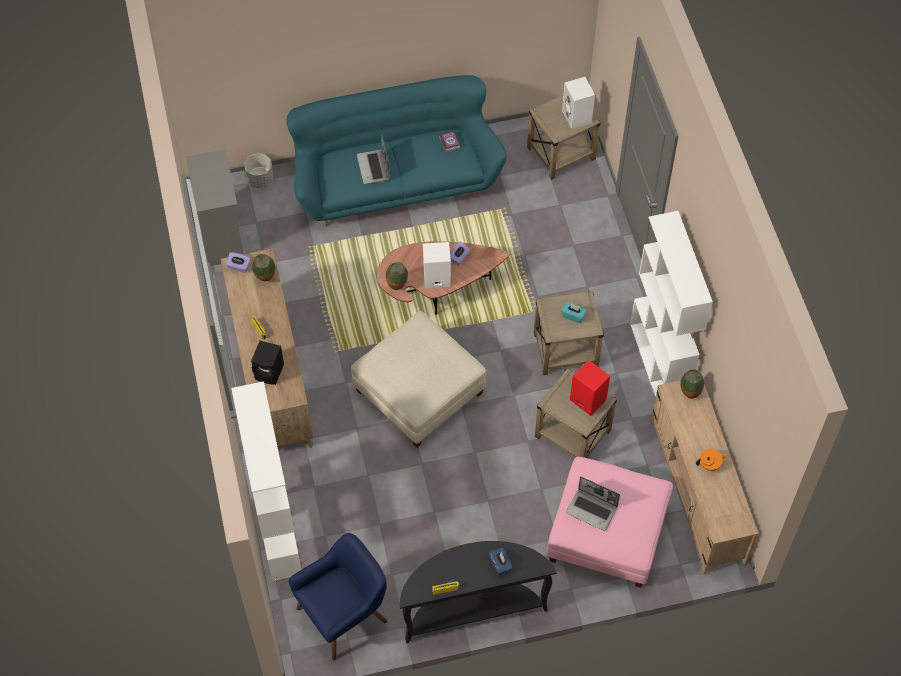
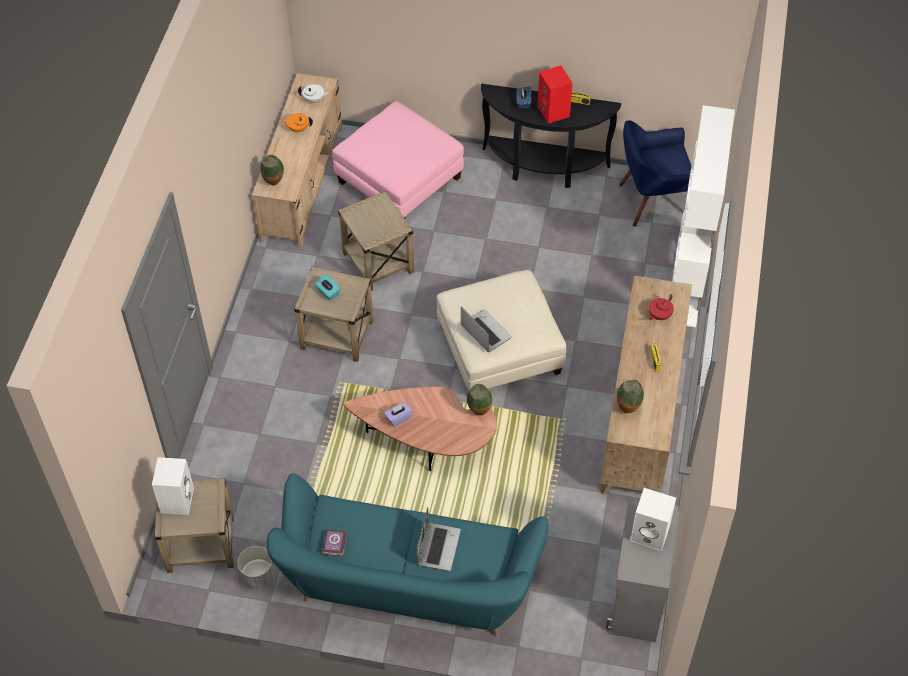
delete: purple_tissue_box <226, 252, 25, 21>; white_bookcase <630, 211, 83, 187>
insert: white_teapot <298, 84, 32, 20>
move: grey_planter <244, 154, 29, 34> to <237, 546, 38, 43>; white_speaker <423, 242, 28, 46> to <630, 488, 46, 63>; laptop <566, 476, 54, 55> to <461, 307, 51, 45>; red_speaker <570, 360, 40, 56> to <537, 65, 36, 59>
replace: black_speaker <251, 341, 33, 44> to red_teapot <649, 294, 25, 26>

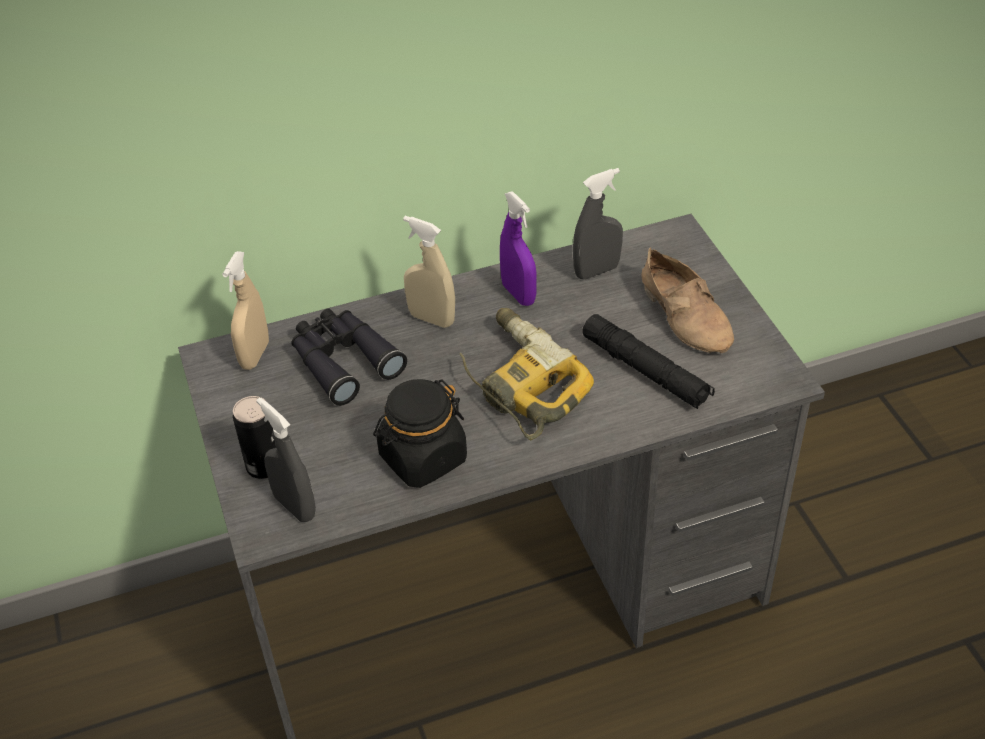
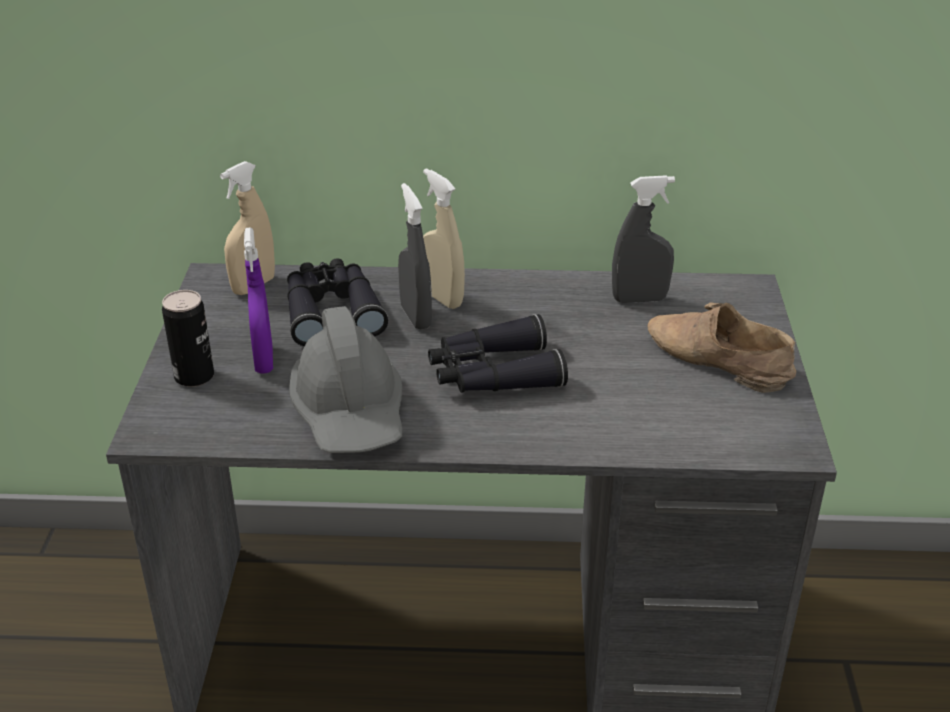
delete: black_flashlight <582, 314, 133, 95>
move: grey_spray_bottle <256, 397, 60, 125> to <398, 183, 34, 147>; purple_spray_bottle <500, 191, 37, 115> to <244, 227, 29, 147>
replace: black_jar <373, 379, 94, 109> to grey_hard_hat <289, 306, 114, 147>; power_drill <459, 308, 135, 132> to black_binoculars <428, 314, 140, 79>
rotate: beige_shoe <641, 247, 93, 106> = <648, 302, 148, 91> 135 degrees clockwise

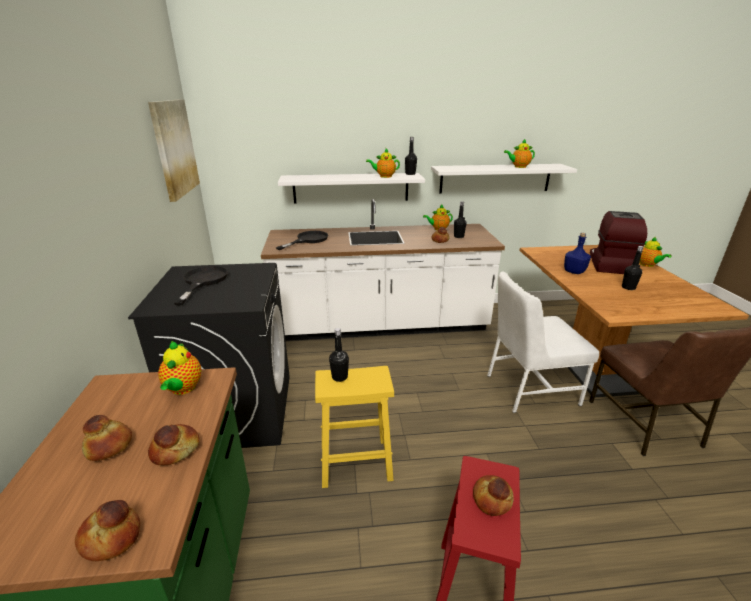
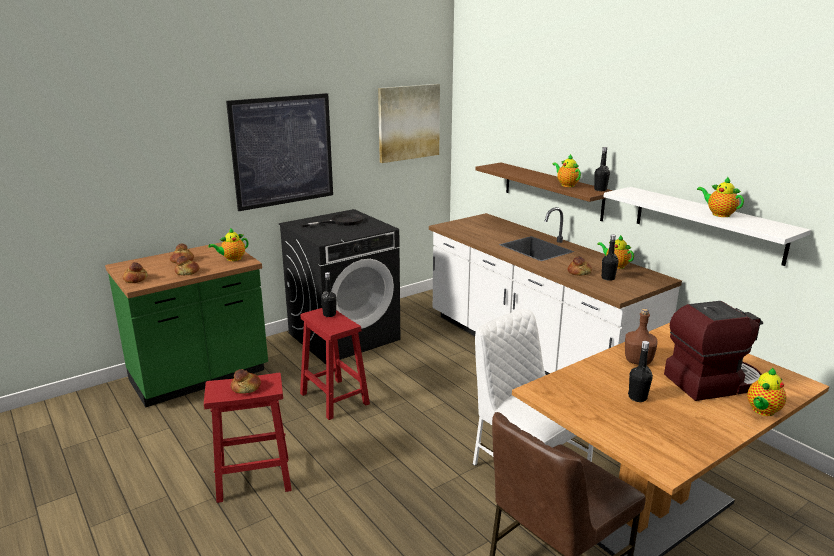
delete: black_frying_pan <276, 231, 52, 19>
insert: picture <226, 93, 107, 118>
recolor: white_shelf <278, 173, 147, 30> to brown_shelf <475, 163, 138, 58>; yellow_stool <315, 366, 79, 122> to red_stool <300, 308, 70, 112>; blue_bottle <564, 233, 27, 41> to brown_bottle <625, 309, 32, 56>

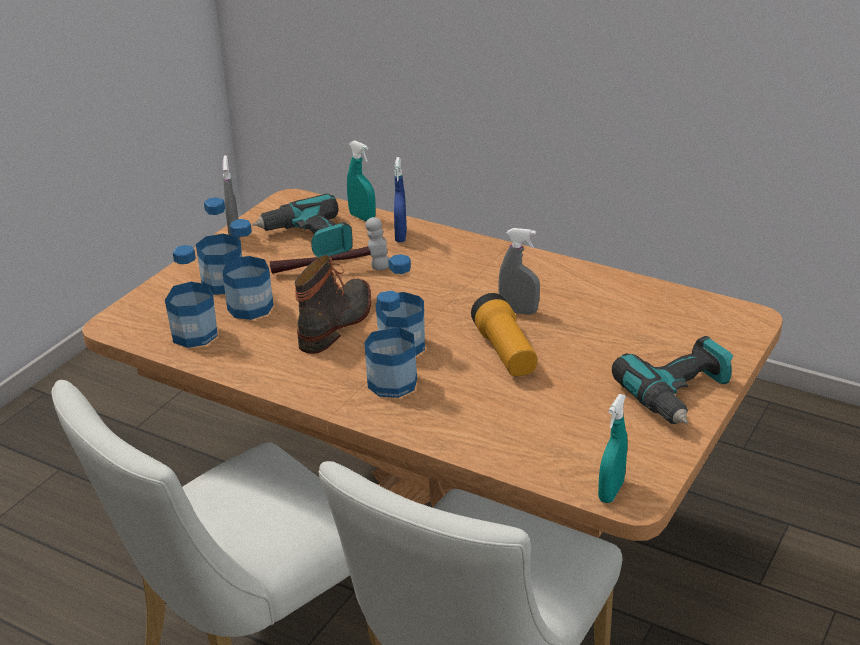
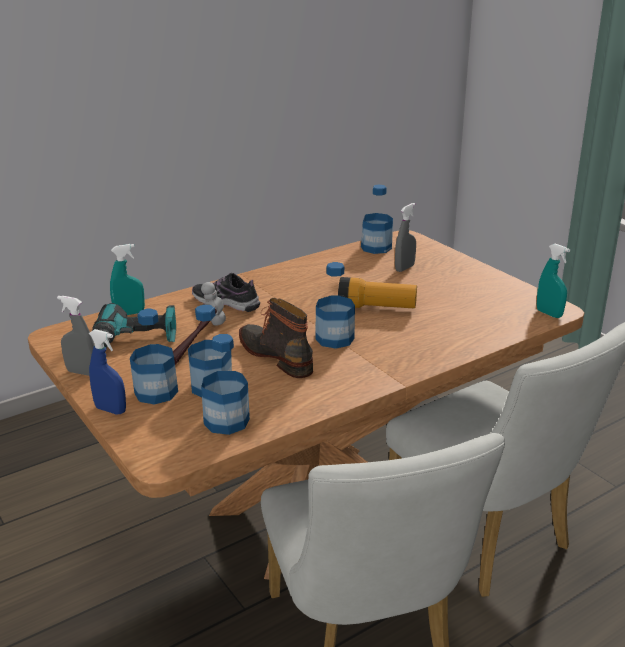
delete: power_drill <612, 336, 121, 88>
insert: shoe <192, 273, 68, 39>
move: bottle <364, 290, 53, 108> to <361, 185, 32, 69>; blue_spray_bottle <394, 157, 13, 85> to <89, 329, 37, 85>; grey_spray_bottle <498, 228, 42, 87> to <395, 203, 21, 69>

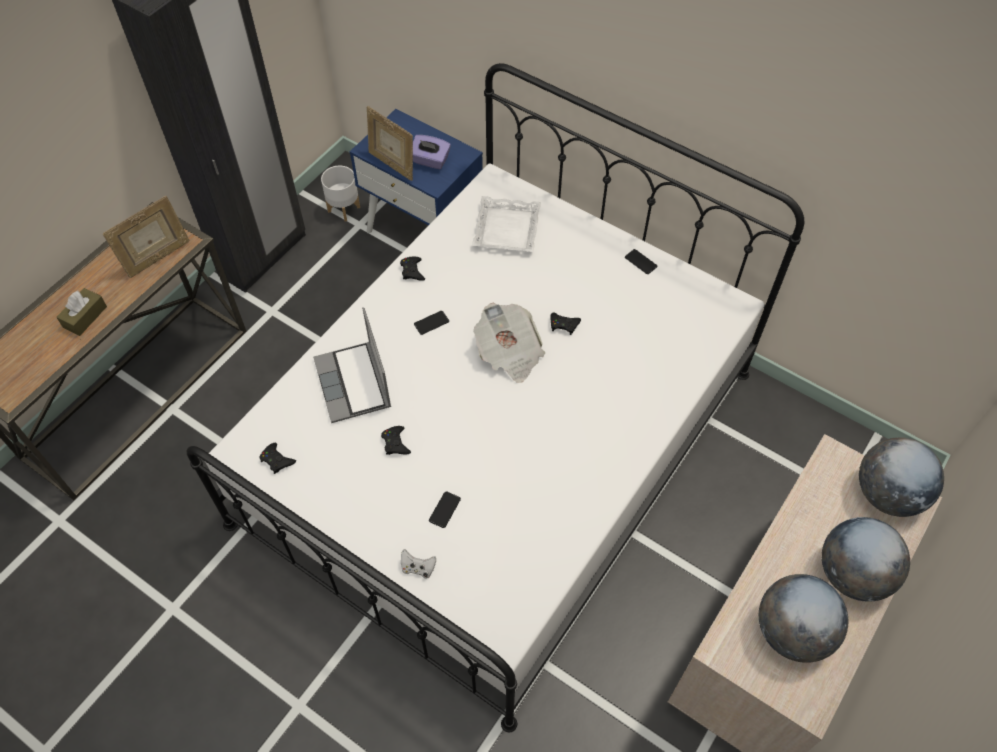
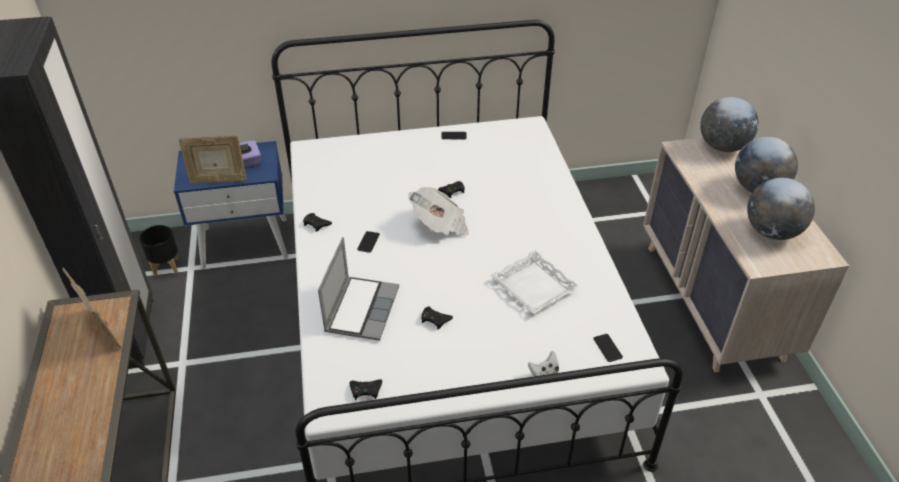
delete: brown_tissue_box <56, 288, 51, 48>
move: phone <429, 491, 32, 37> to <593, 334, 30, 28>; white_tray <472, 196, 69, 56> to <490, 250, 90, 64>
recolor: white_planter <321, 166, 39, 56> to black_planter <139, 225, 40, 51>
rotate: picture_frame <103, 196, 86, 82> = <62, 268, 60, 81> 45 degrees counterclockwise; laptop <313, 307, 78, 116> = <318, 237, 81, 104> 105 degrees counterclockwise

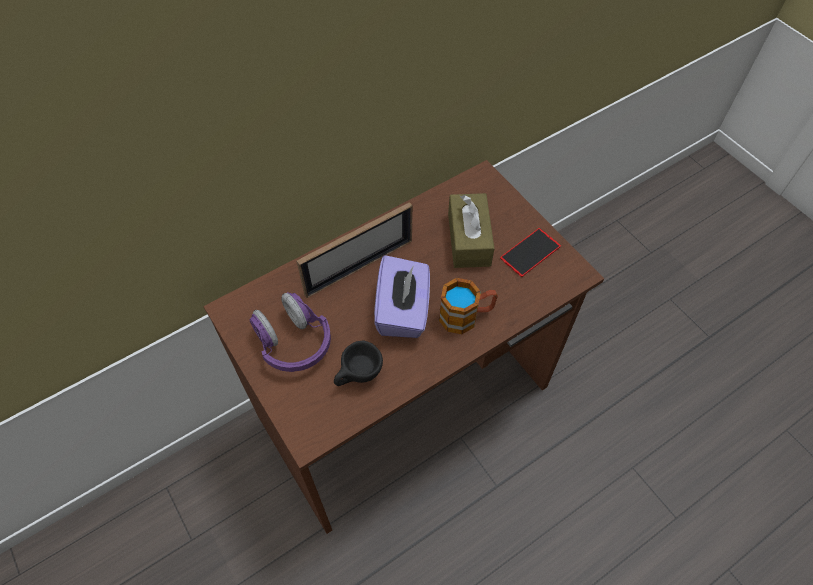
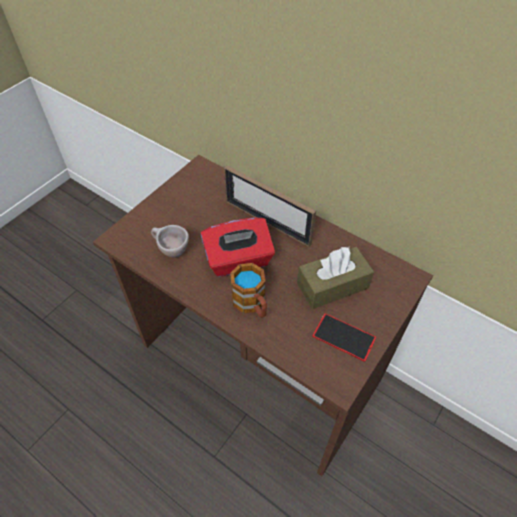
delete: purple_headphones <249, 292, 82, 80>
recolor: black_cup <334, 341, 49, 45> to beige_cup <151, 225, 38, 33>; purple_tissue_box <374, 255, 56, 83> to red_tissue_box <201, 218, 74, 59>

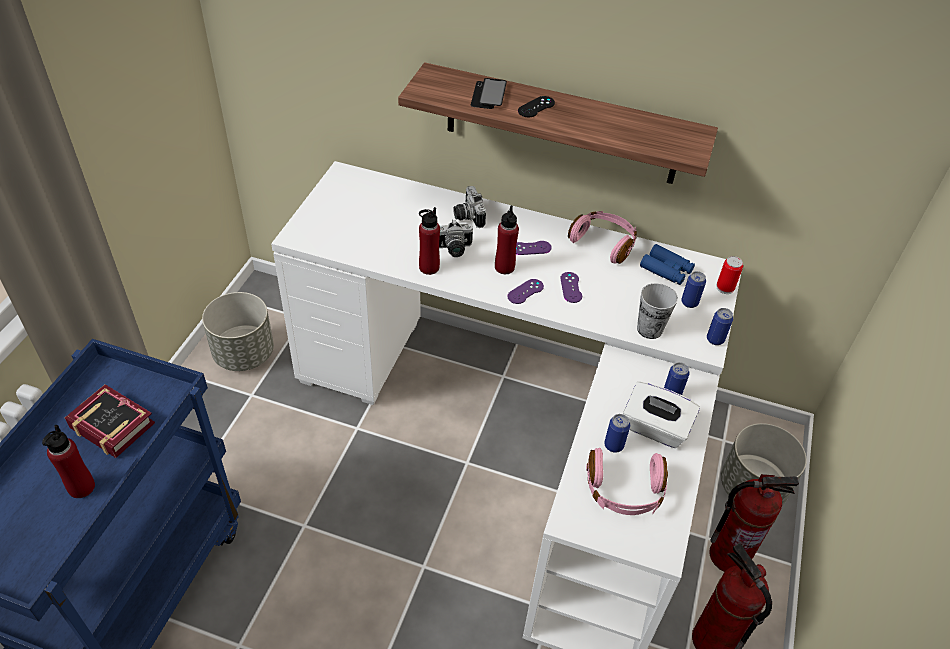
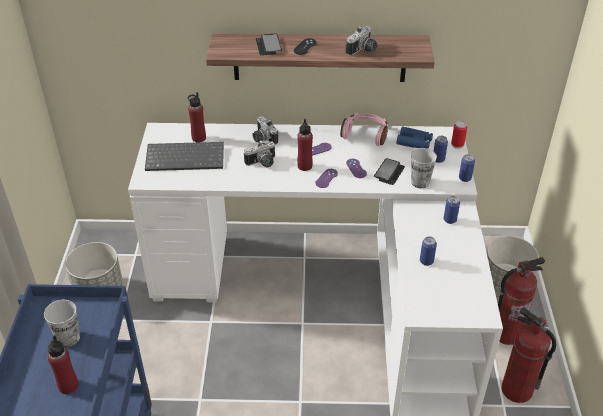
delete: pink_headphones <586, 448, 82, 67>; white_tissue_box <623, 382, 77, 66>
insert: keyboard <145, 142, 79, 29>; photo_camera <346, 26, 31, 30>; phone <374, 158, 31, 27>
move: red_bottle <419, 207, 21, 68> to <188, 92, 18, 50>
replace: book <65, 384, 90, 74> to cup <44, 299, 36, 49>

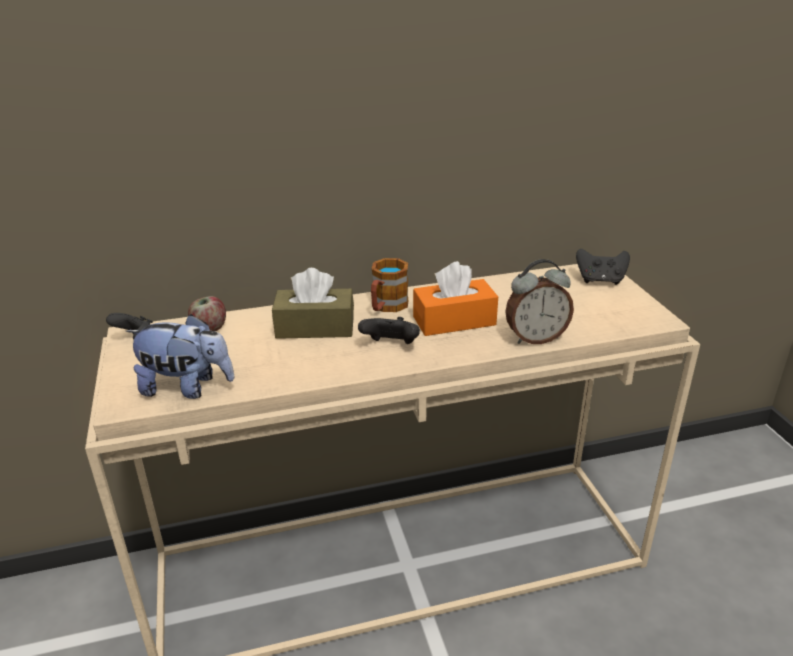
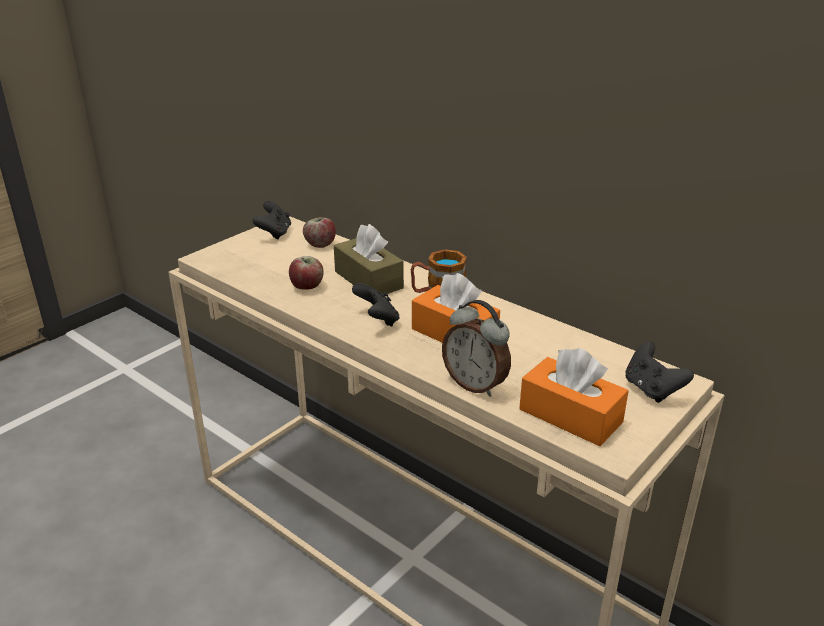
delete: plush_toy <126, 314, 108, 85>
insert: apple <289, 256, 35, 34>; orange_tissue_box <519, 348, 110, 98>

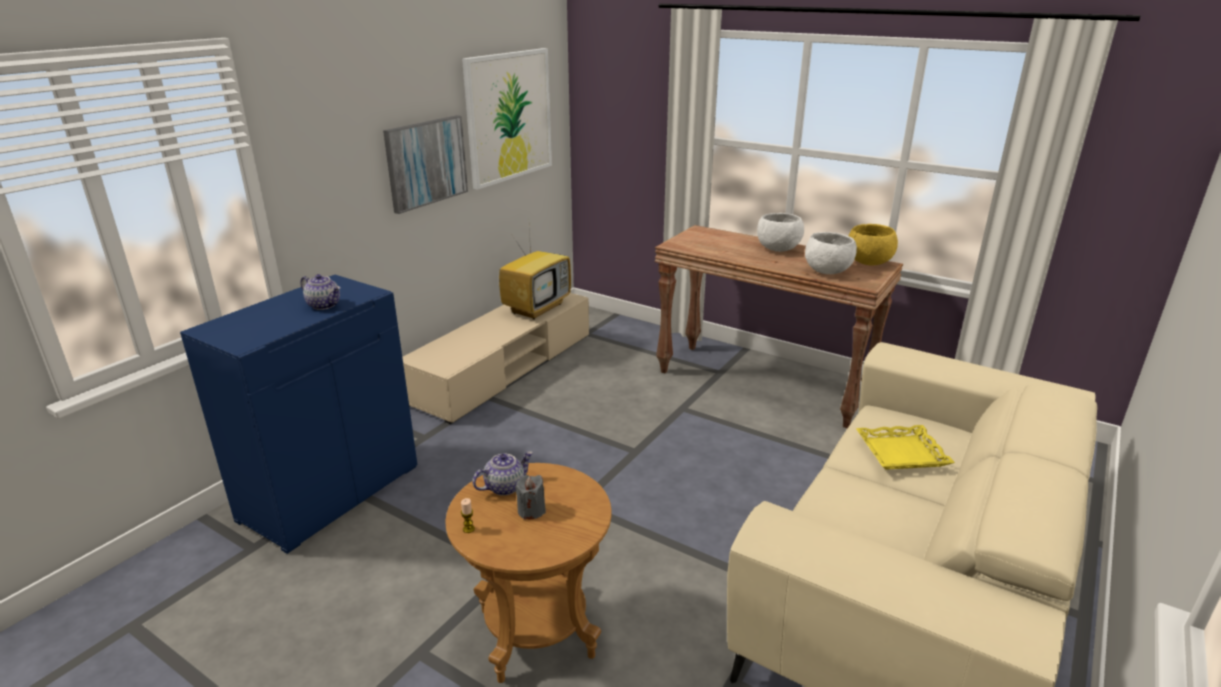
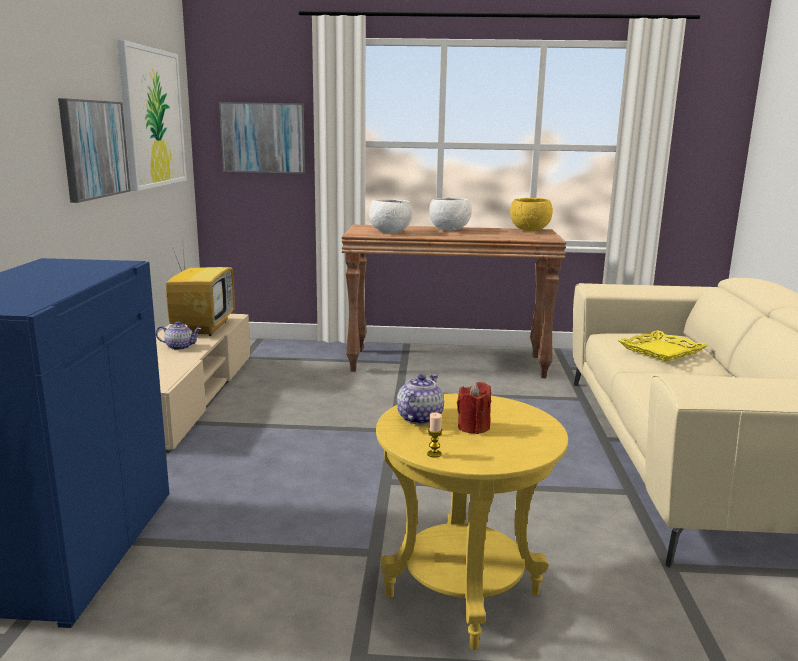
insert: picture <219, 102, 86, 72>
move: teapot <301, 274, 39, 36> to <156, 321, 45, 29>; white_bowl <805, 232, 52, 43> to <369, 199, 43, 34>
recolor: brown_side_table <445, 463, 167, 220> to yellow_side_table <376, 393, 192, 257>; grey_candle <515, 475, 31, 45> to red_candle <457, 382, 34, 52>

